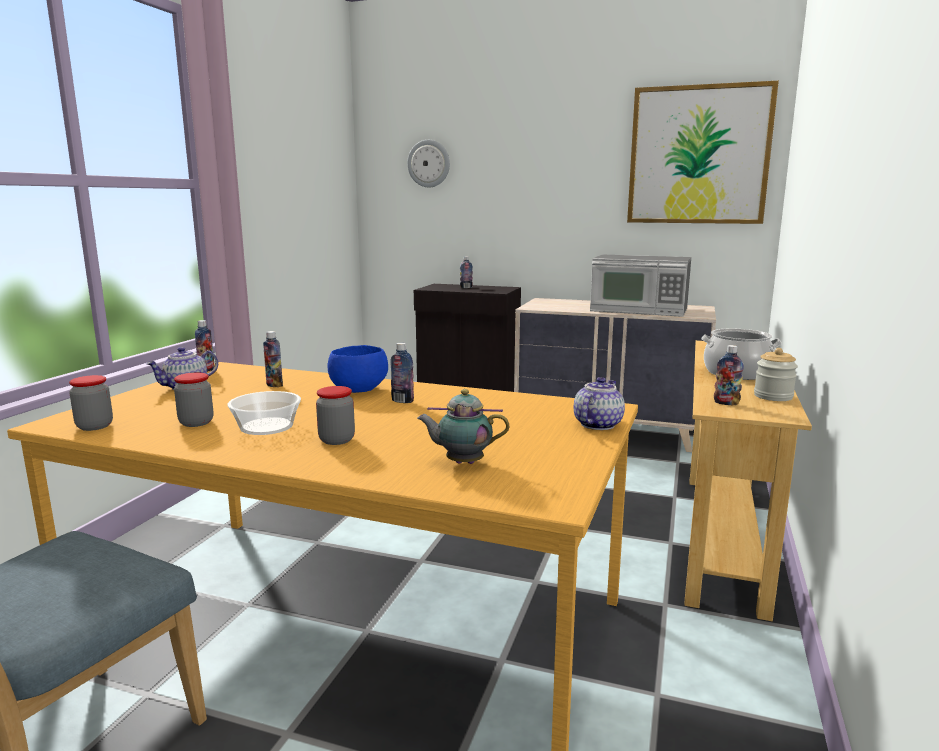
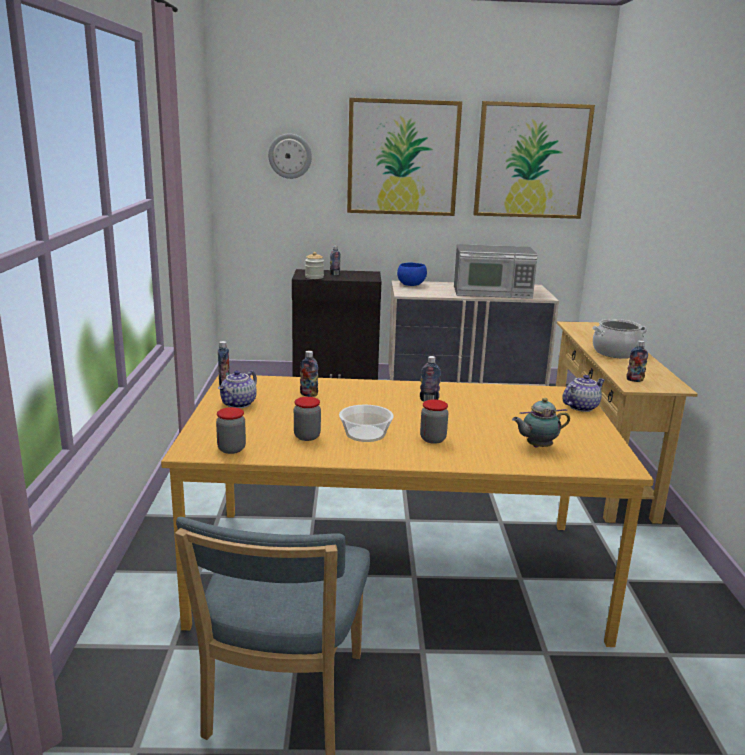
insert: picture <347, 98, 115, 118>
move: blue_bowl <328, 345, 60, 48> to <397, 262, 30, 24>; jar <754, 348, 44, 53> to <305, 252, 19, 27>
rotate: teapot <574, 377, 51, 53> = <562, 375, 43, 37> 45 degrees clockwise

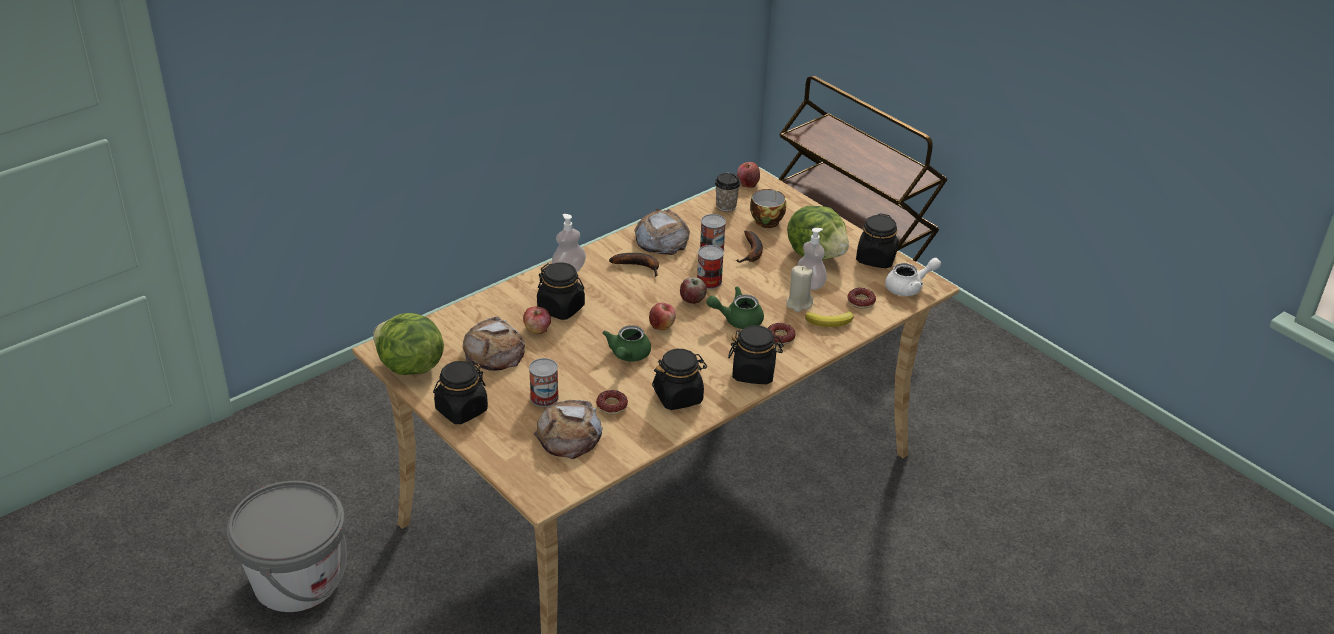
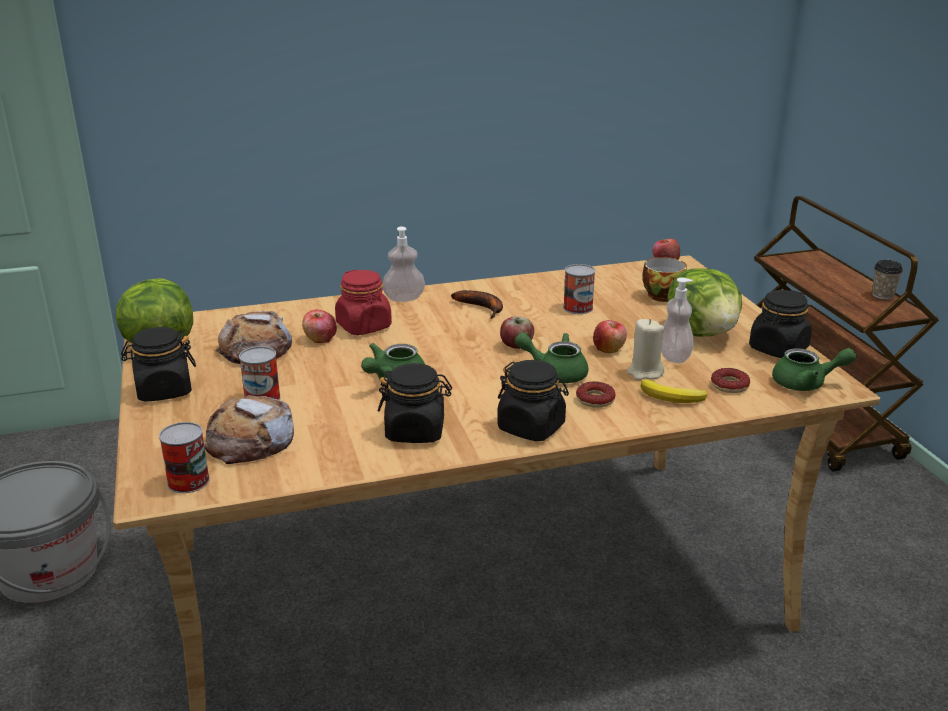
delete: donut <596, 390, 32, 24>; bread <634, 208, 56, 47>; banana <736, 230, 27, 33>
move: apple <649, 303, 27, 27> to <593, 320, 34, 33>; can <697, 245, 27, 44> to <159, 422, 51, 71>; cup <715, 173, 26, 38> to <872, 260, 31, 40>
recolor: black_jar <537, 262, 48, 58> to red_jar <335, 269, 57, 66>; white_teapot <885, 258, 56, 38> to green_teapot <772, 348, 85, 43>

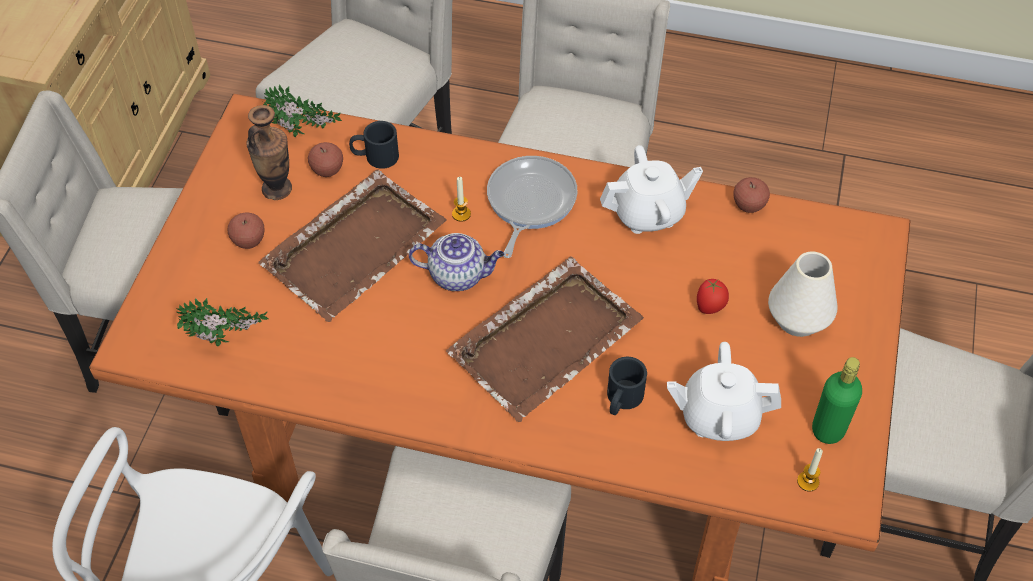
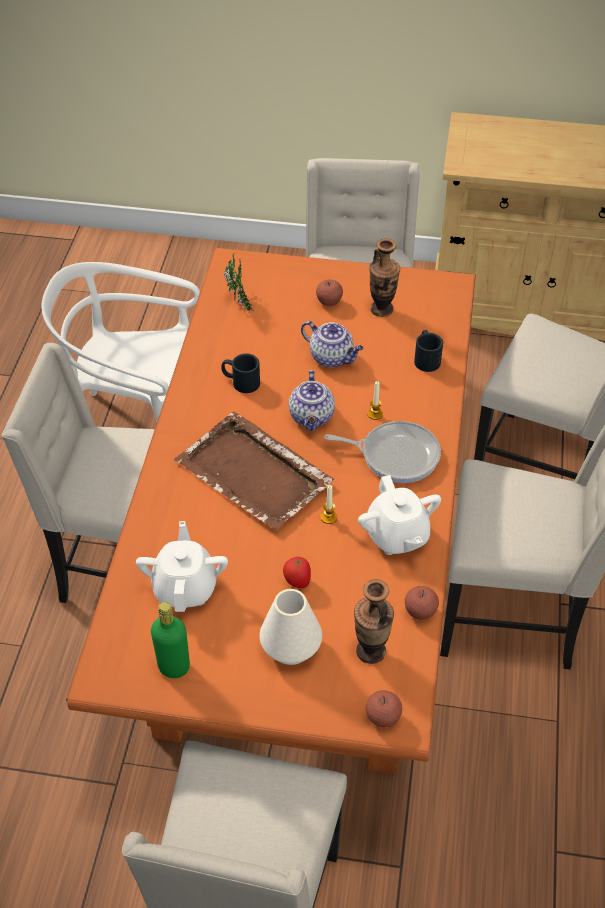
delete: potted_plant <263, 85, 79, 52>
insert: vase <354, 579, 40, 85>
move: apple <308, 142, 35, 35> to <366, 690, 36, 37>; black_mug <607, 357, 40, 58> to <221, 354, 39, 39>; candle <797, 448, 26, 44> to <320, 485, 17, 39>
replace: brown_tray <258, 169, 189, 153> to teapot <301, 321, 62, 47>

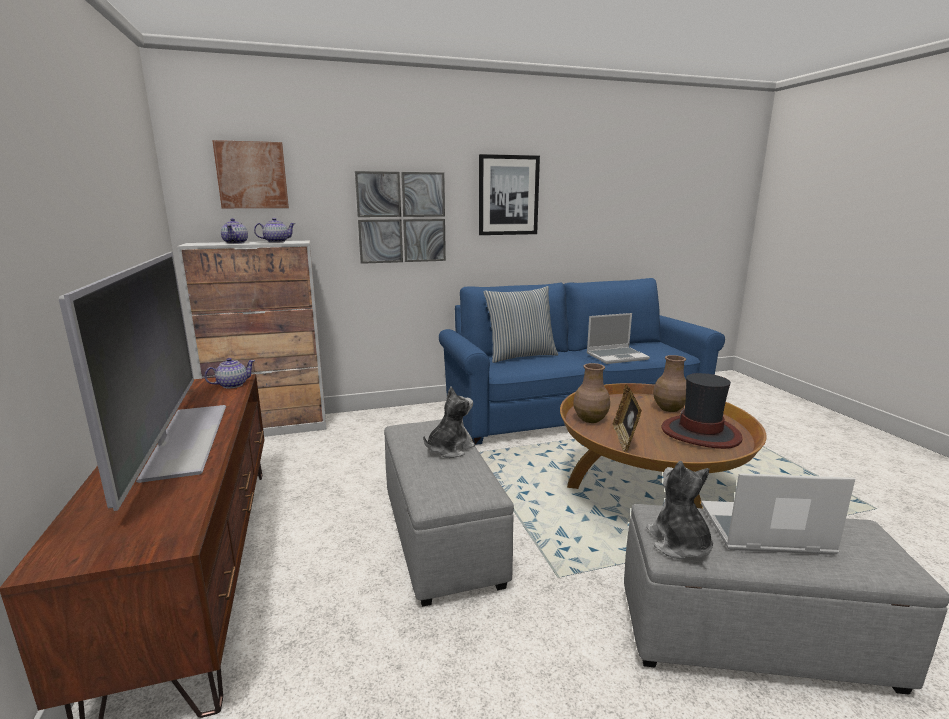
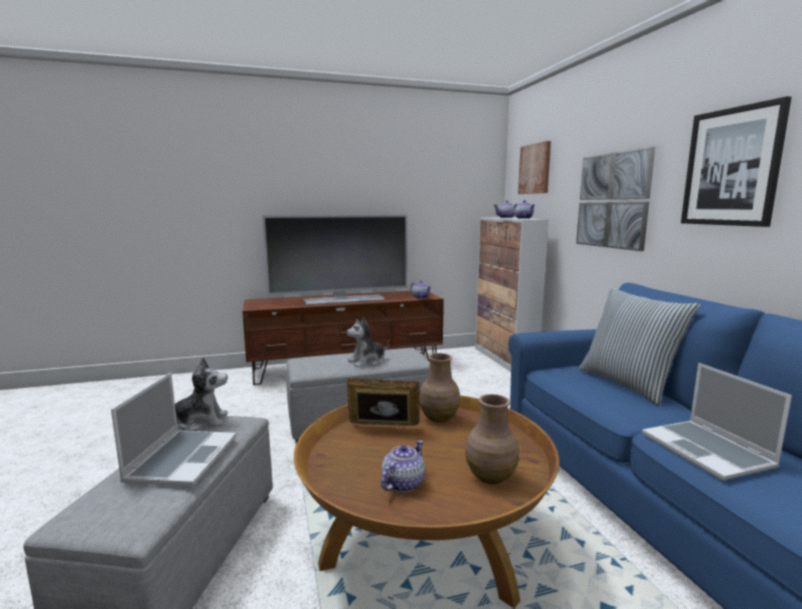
replace: hat <662, 373, 81, 76> to teapot <381, 440, 44, 52>
rotate: plush_toy <423, 387, 52, 71> = <346, 316, 43, 51> 105 degrees clockwise

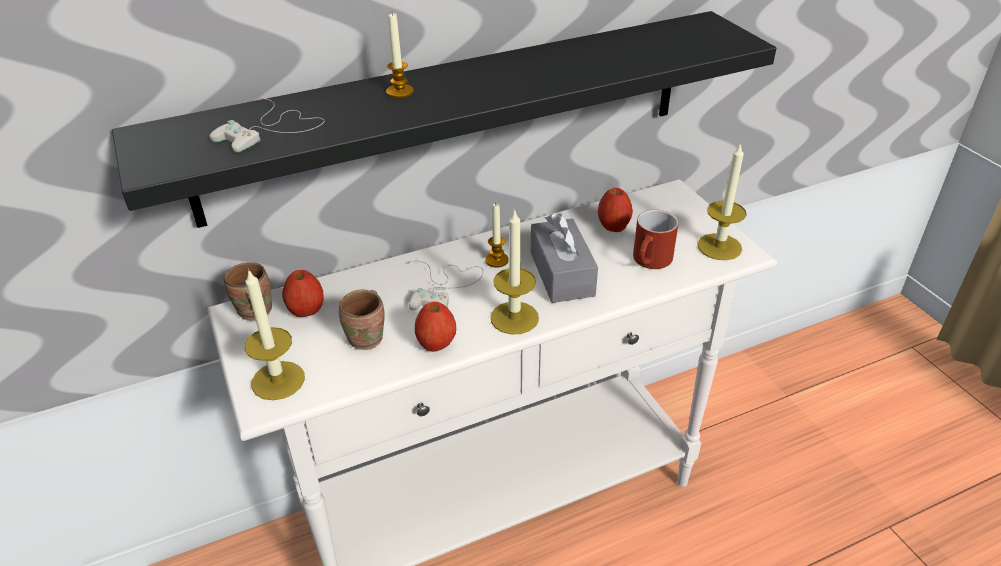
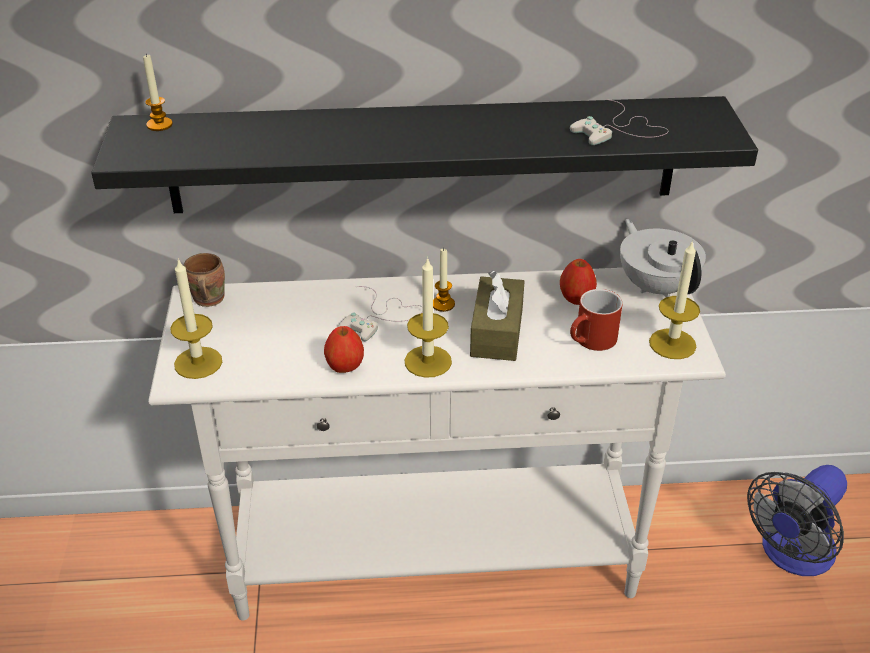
delete: apple <282, 270, 42, 47>; brown_mug <339, 289, 46, 61>
insert: white_teapot <620, 219, 86, 78>; fan <747, 465, 100, 111>
move: white_game_controller <210, 98, 114, 55> to <570, 99, 98, 46>; candle <386, 13, 28, 85> to <143, 54, 30, 77>
recolor: grey_tissue_box <531, 214, 67, 89> to brown_tissue_box <470, 271, 55, 90>

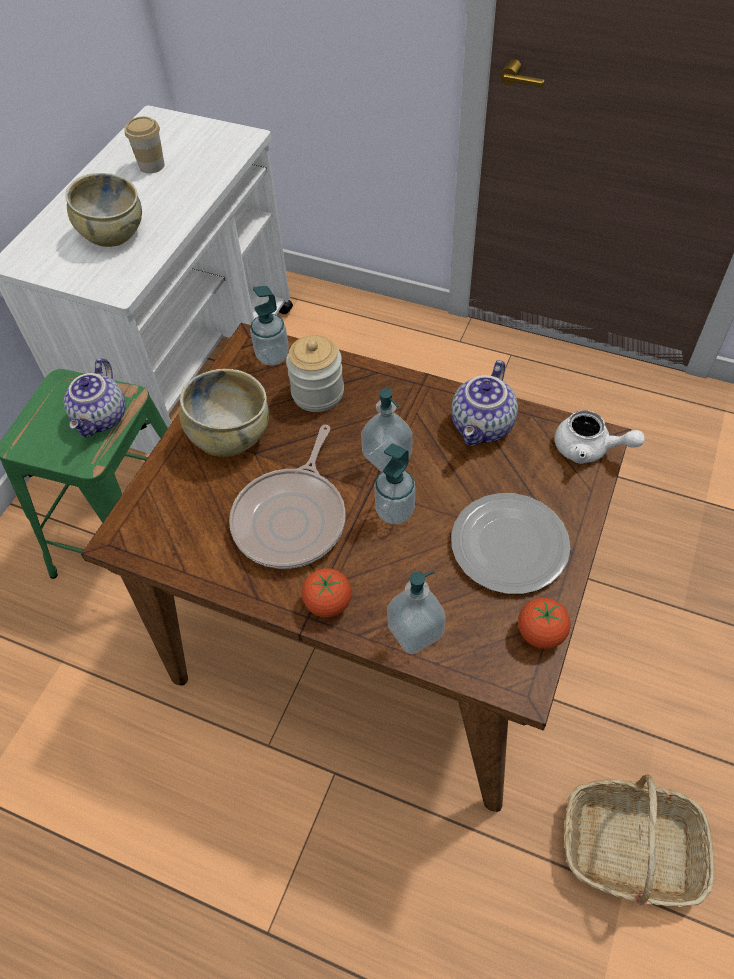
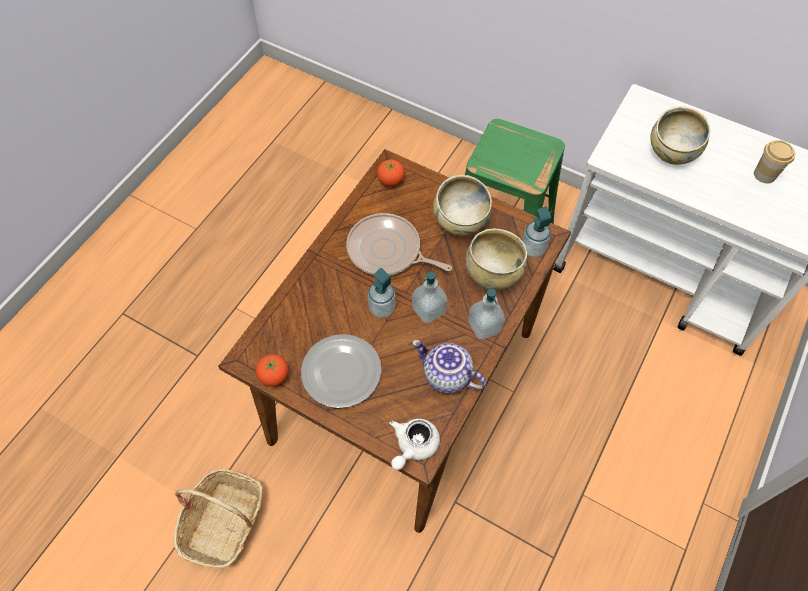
delete: teapot <64, 358, 62, 79>
move: tomato <302, 568, 50, 50> to <377, 160, 28, 27>; soap_dispenser <387, 571, 59, 83> to <468, 289, 37, 51>
replace: jar <286, 335, 58, 77> to beige_bowl <465, 228, 62, 63>

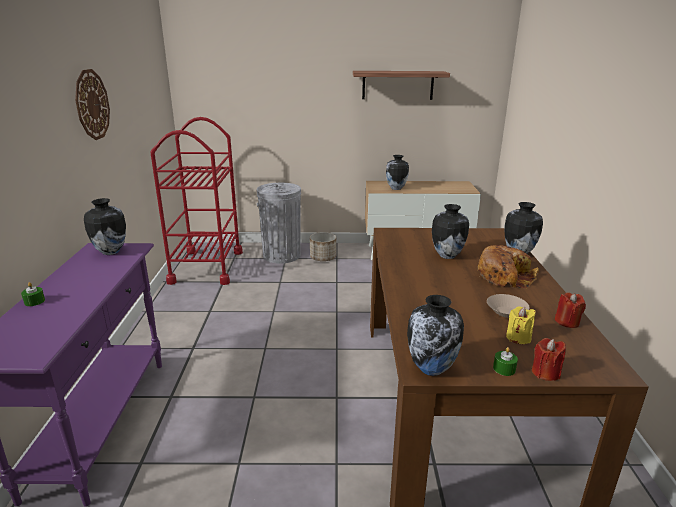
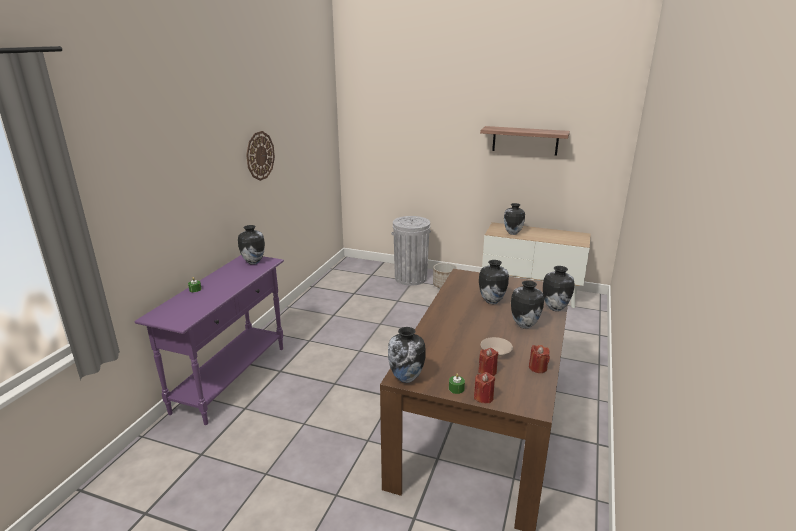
delete: red_cart <151, 117, 92, 168>
replace: bread <478, 245, 61, 43> to vase <511, 280, 33, 49>
recolor: yellow_candle <506, 306, 30, 38> to red_candle <478, 348, 20, 28>

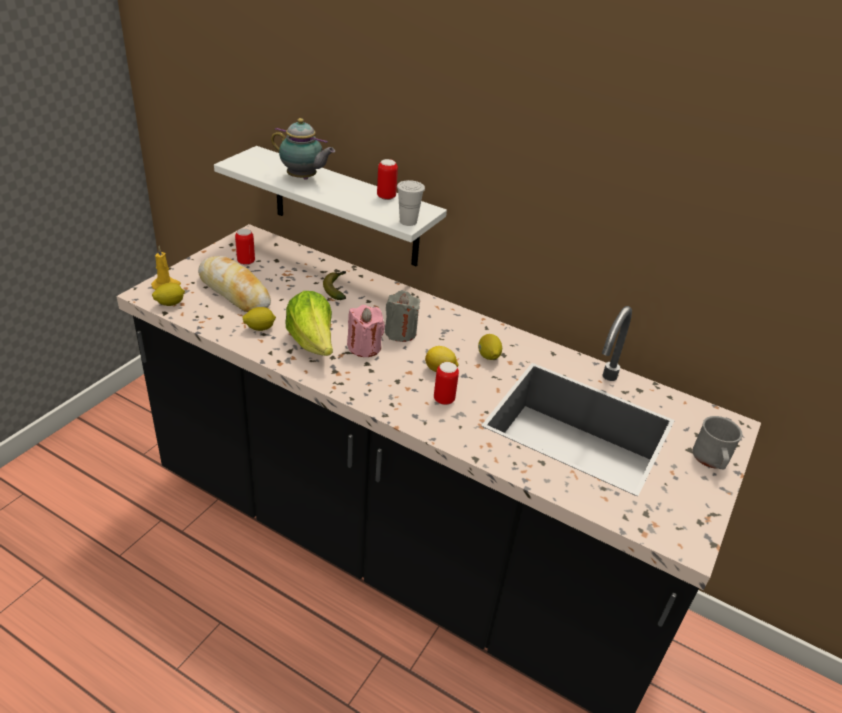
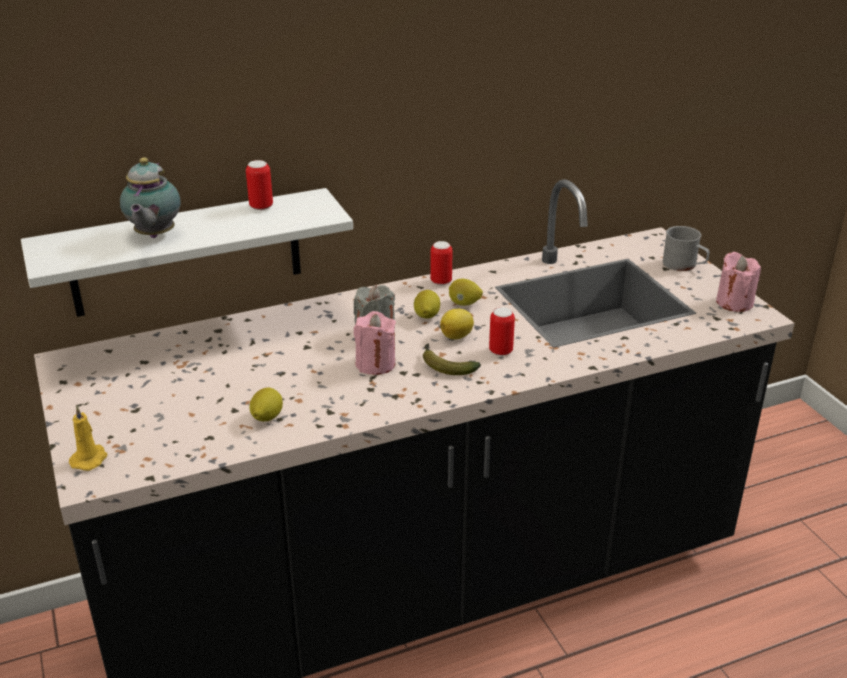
delete: bread <198, 256, 73, 56>; lettuce <285, 291, 48, 65>; white_cup <397, 180, 28, 46>
insert: pink_candle <716, 252, 45, 60>
move: lemon <152, 282, 33, 24> to <414, 290, 26, 29>; can <235, 229, 20, 36> to <430, 241, 23, 44>; banana <323, 271, 23, 29> to <423, 343, 58, 32>
rotate: teapot <271, 118, 64, 62> = <120, 157, 61, 81> 120 degrees clockwise

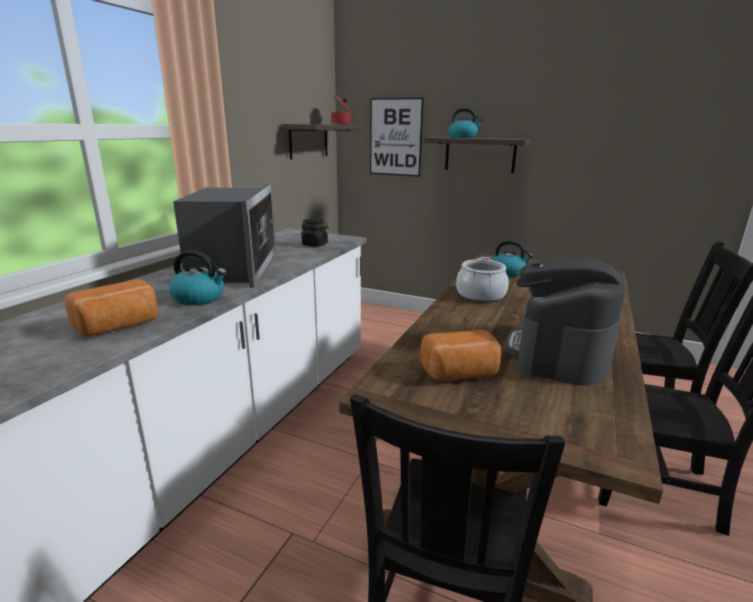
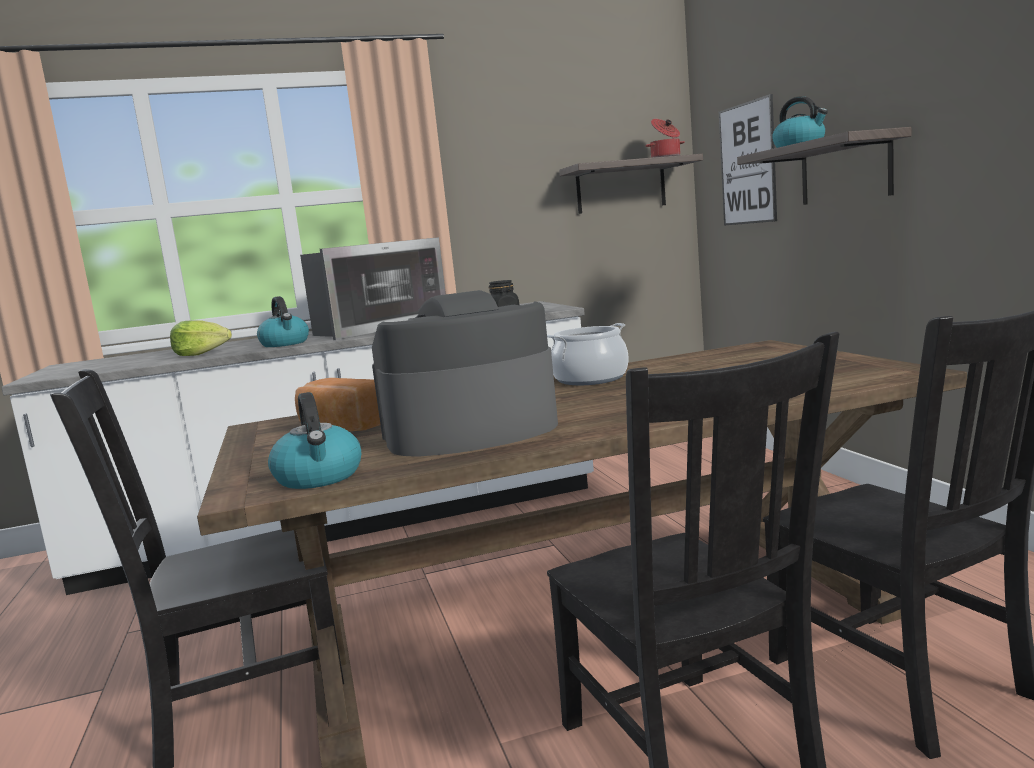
move: kettle <492, 240, 42, 37> to <268, 392, 93, 97>
replace: bread <65, 279, 93, 58> to lettuce <170, 320, 62, 36>

